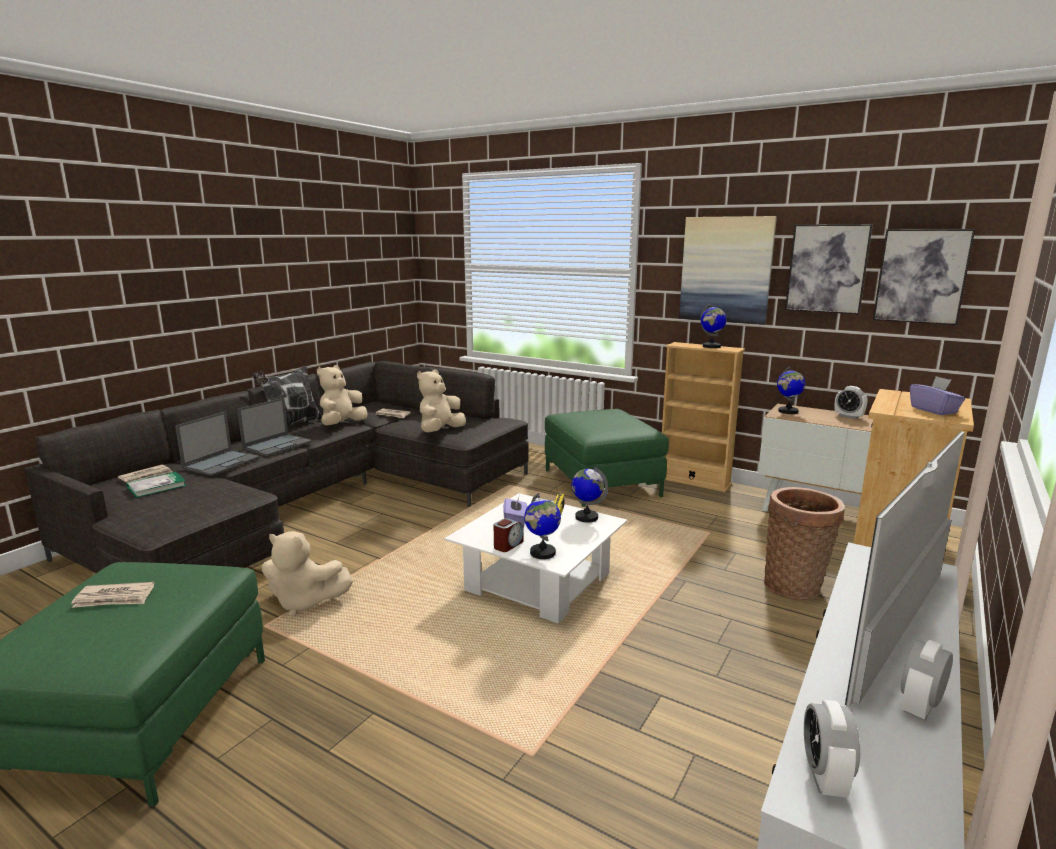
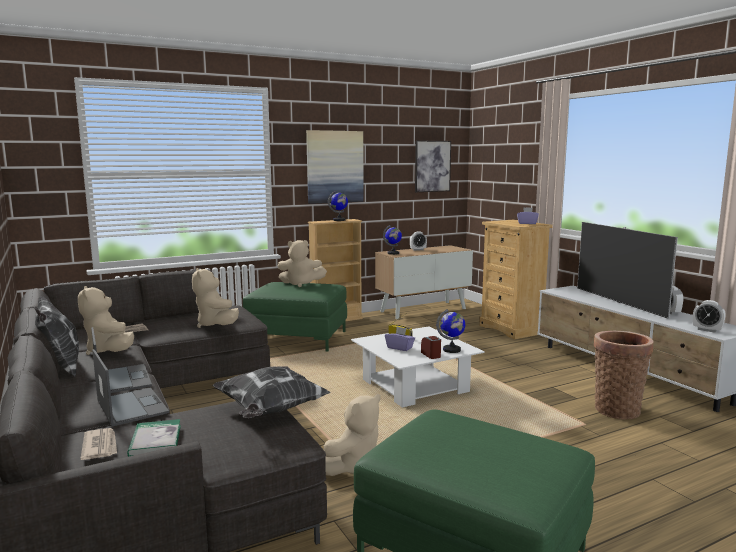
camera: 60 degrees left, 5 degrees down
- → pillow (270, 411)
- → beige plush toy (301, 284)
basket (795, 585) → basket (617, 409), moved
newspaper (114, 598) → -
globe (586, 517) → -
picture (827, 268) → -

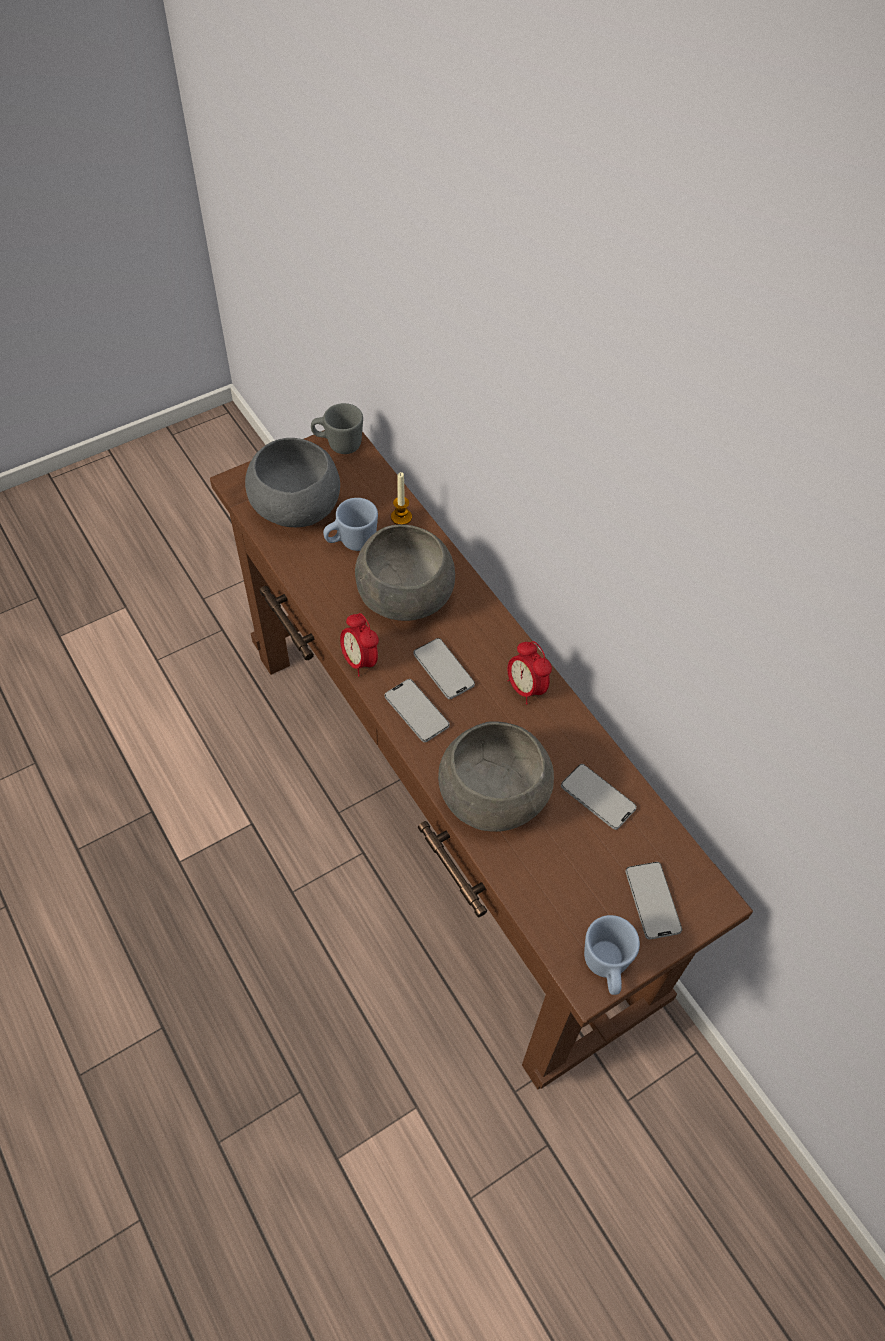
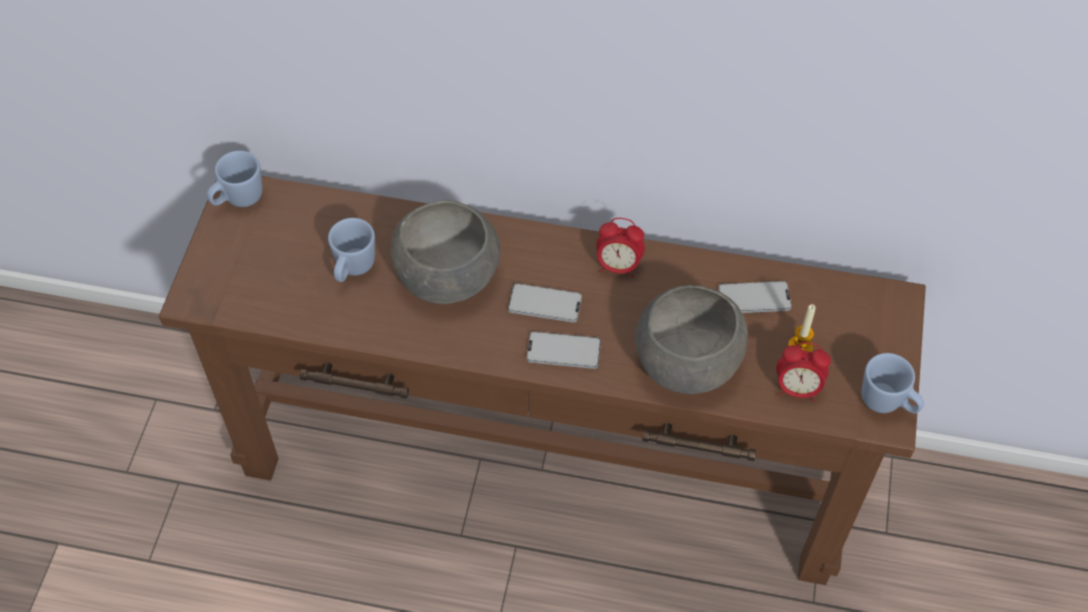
camera: 45 degrees left, 0 degrees up
grey mug (338, 444) → blue mug (238, 199)
alarm clock (360, 661) → alarm clock (797, 389), moved
candle (401, 517) → candle (800, 346), moved
grey bowl (297, 506) → -
phone (652, 901) → -

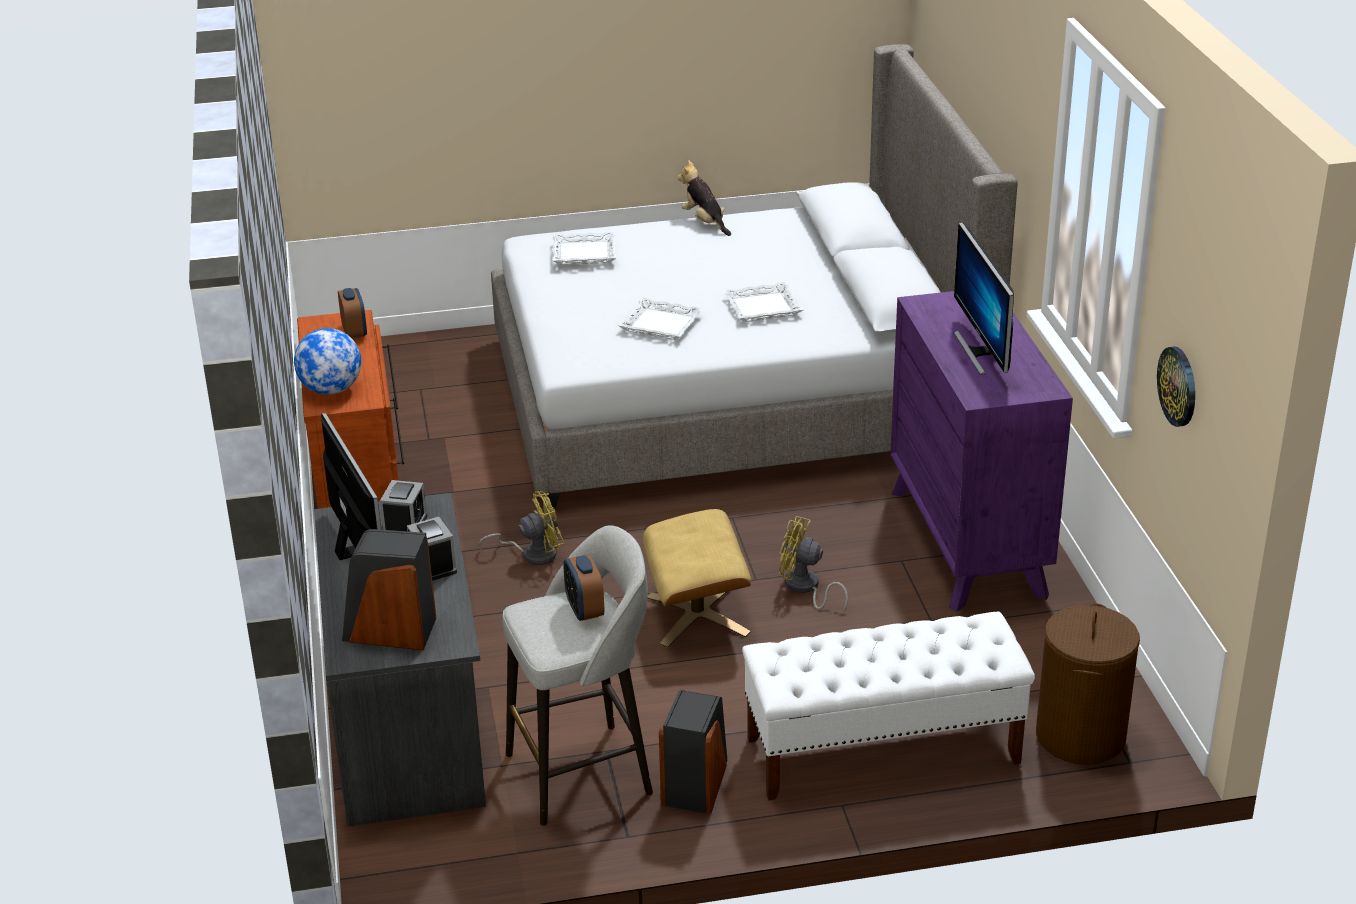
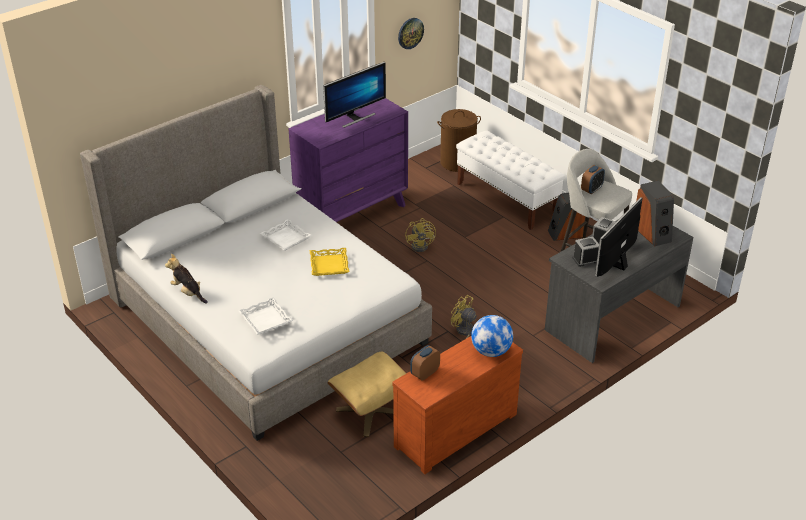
camera: 120 degrees left, 5 degrees up
plush toy (705, 222) → plush toy (188, 292), 105 degrees clockwise
white tray (660, 325) → yellow tray (329, 265)
beige ottoman (698, 615) → beige ottoman (369, 411), moved

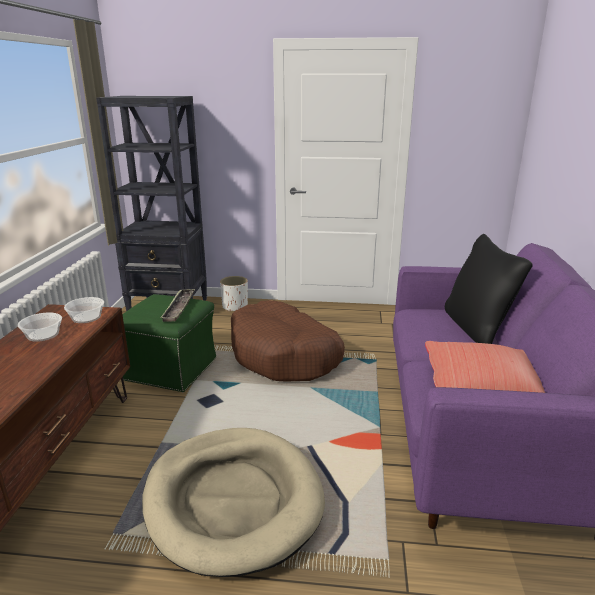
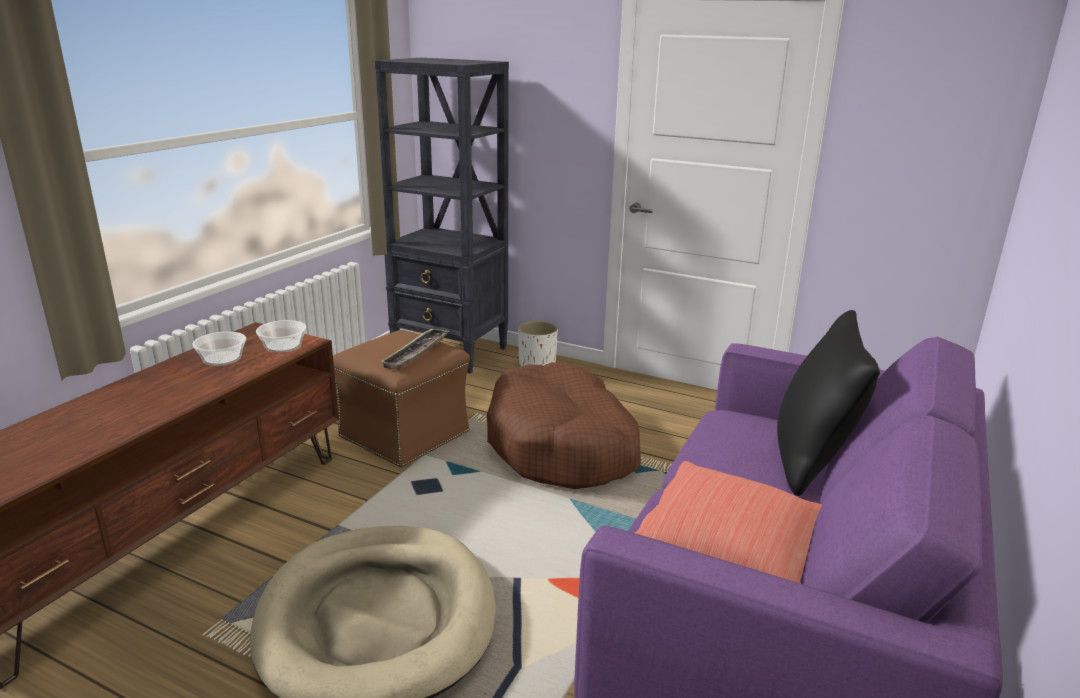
camera: 20 degrees right, 0 degrees up
green ottoman (172, 369) → brown ottoman (405, 435)

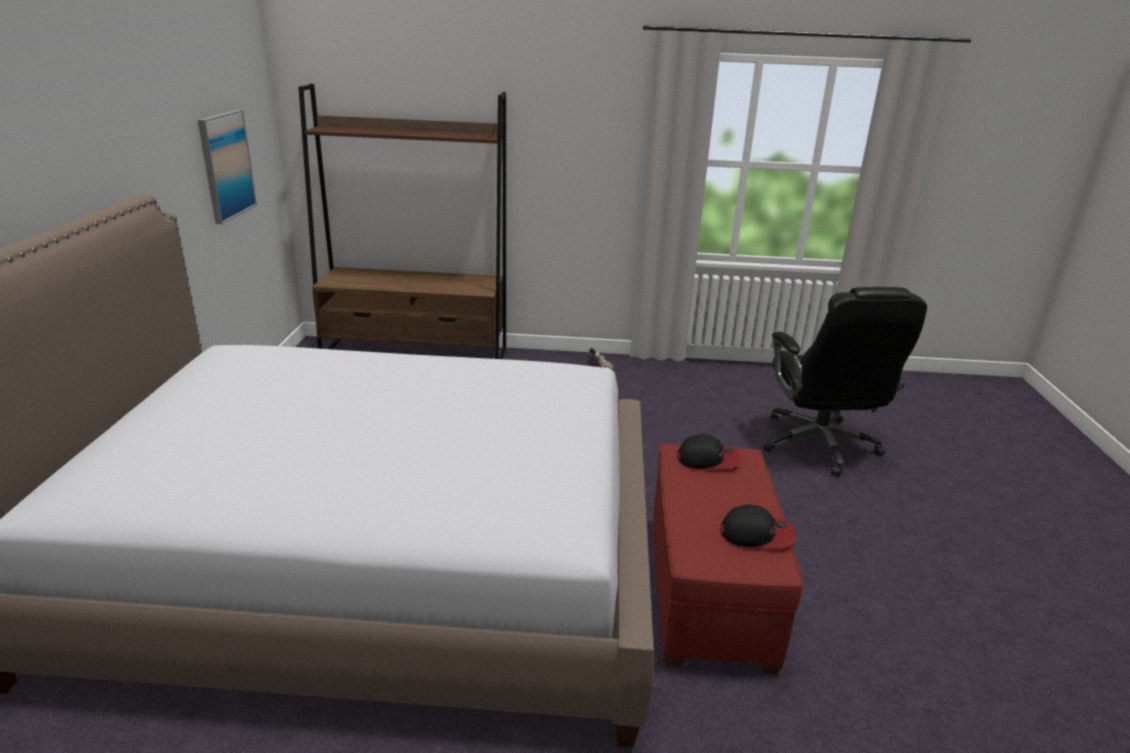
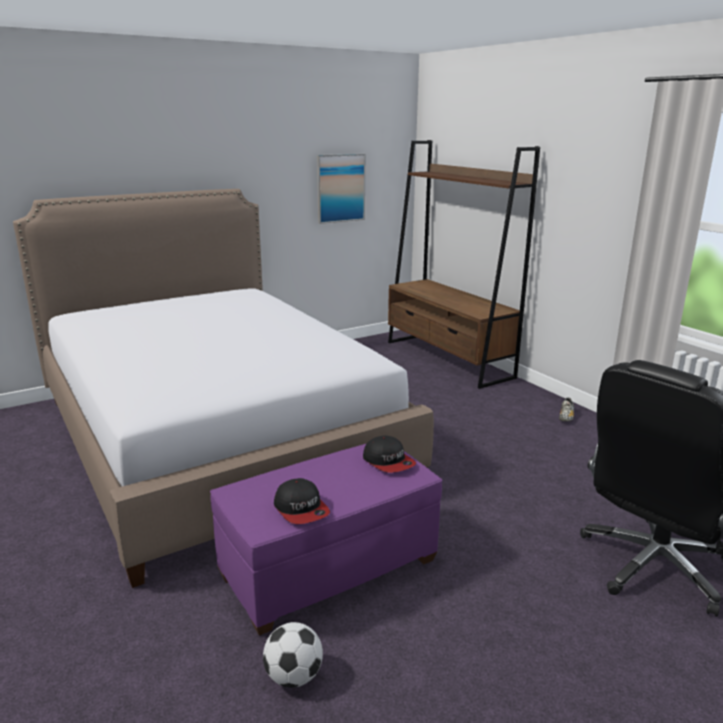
camera: 55 degrees right, 5 degrees down
red ottoman (708, 589) → purple ottoman (329, 568)
- → football (293, 677)

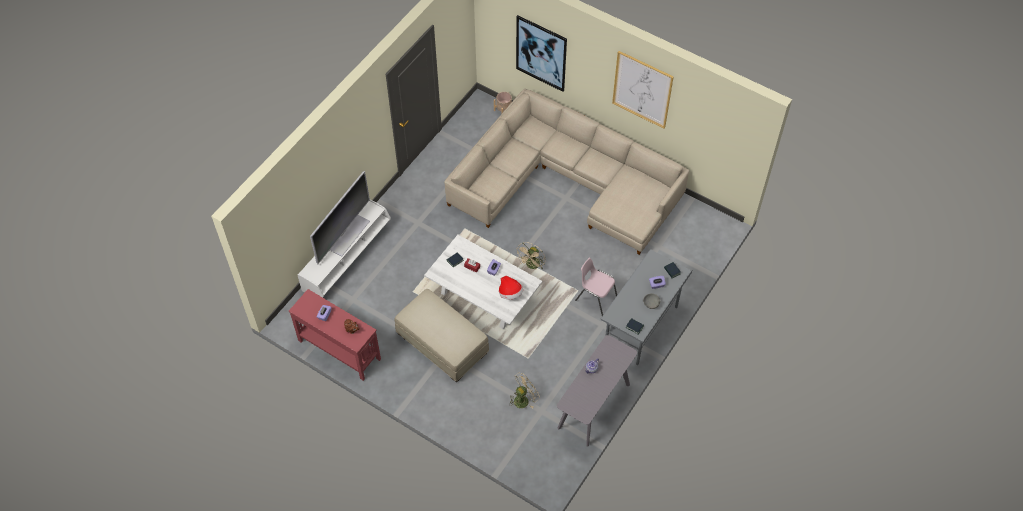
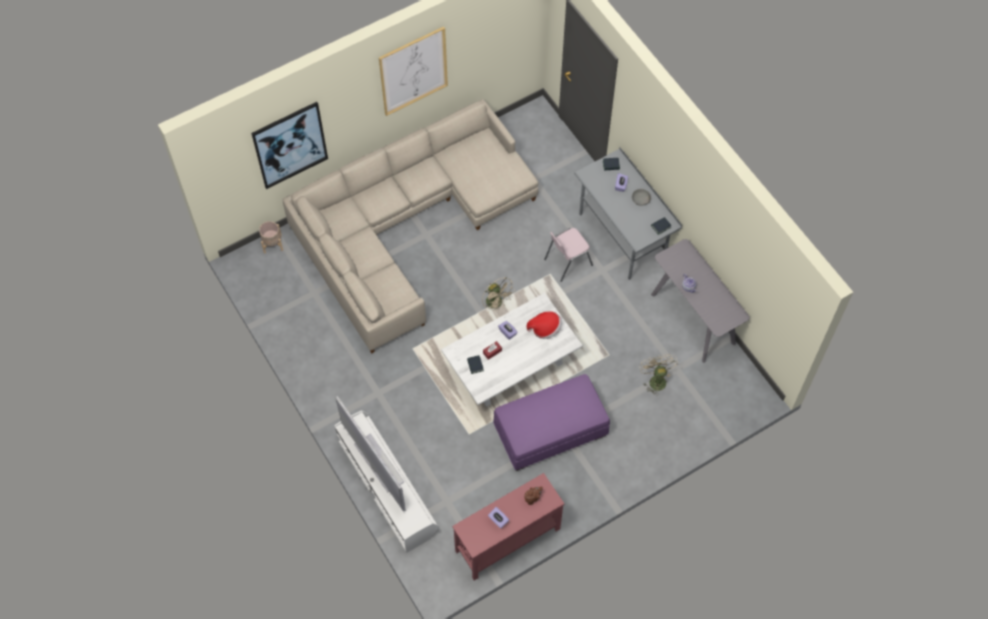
camera: 65 degrees left, 5 degrees up
beige ottoman (442, 343) → purple ottoman (550, 430)

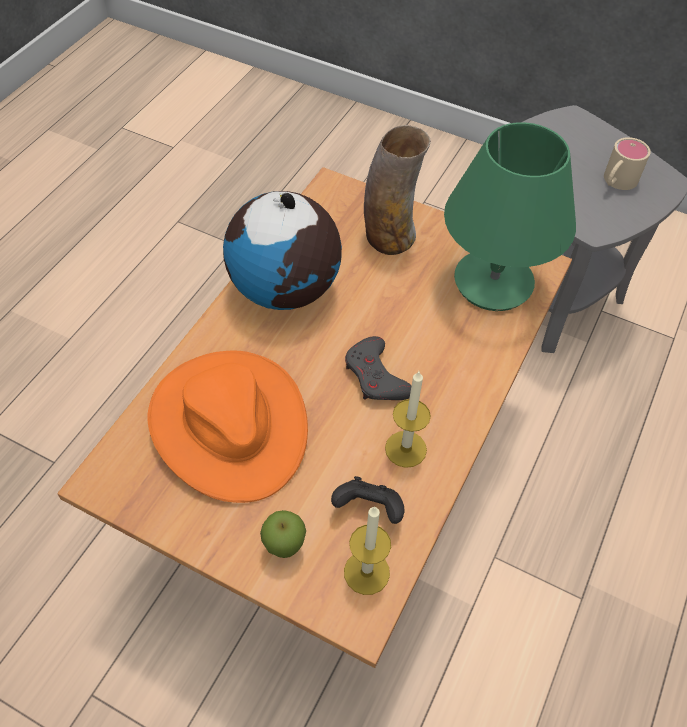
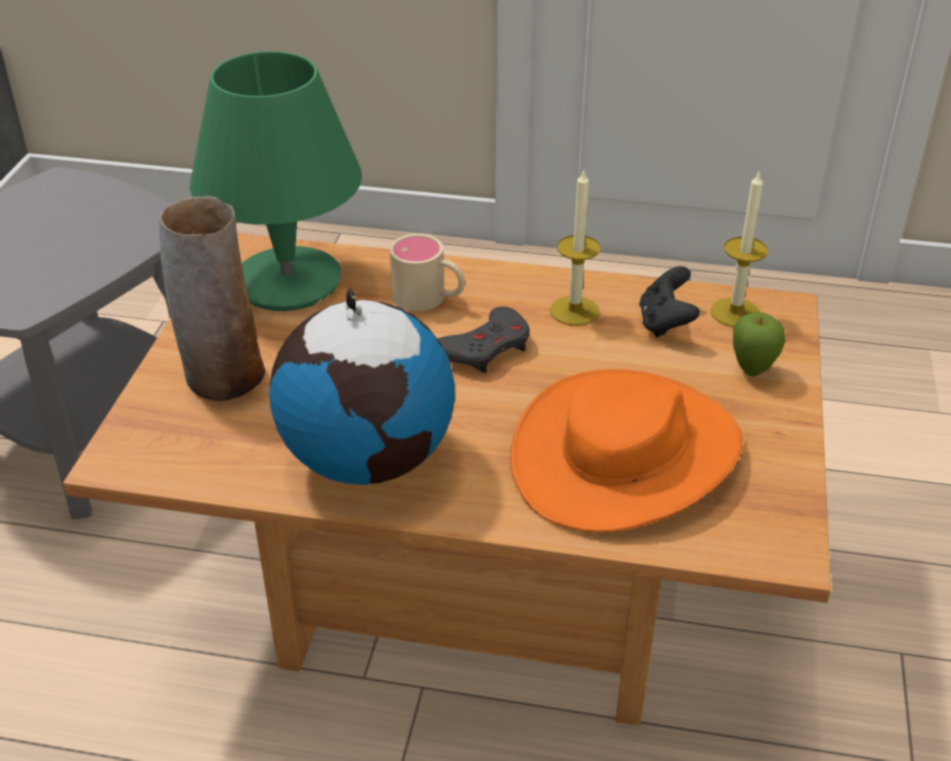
camera: 105 degrees left, 15 degrees down
beige mug (616, 182) → beige mug (429, 299), moved

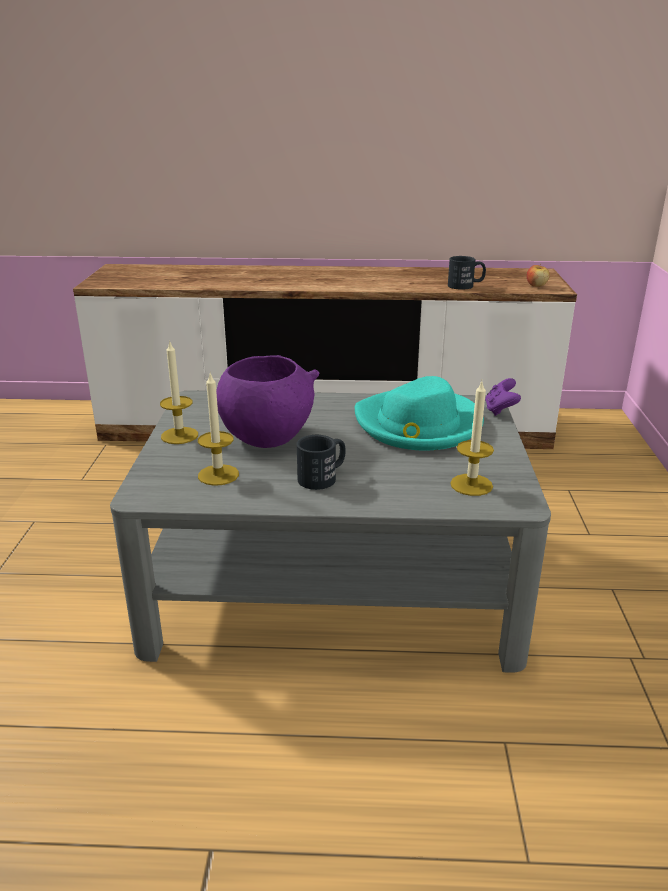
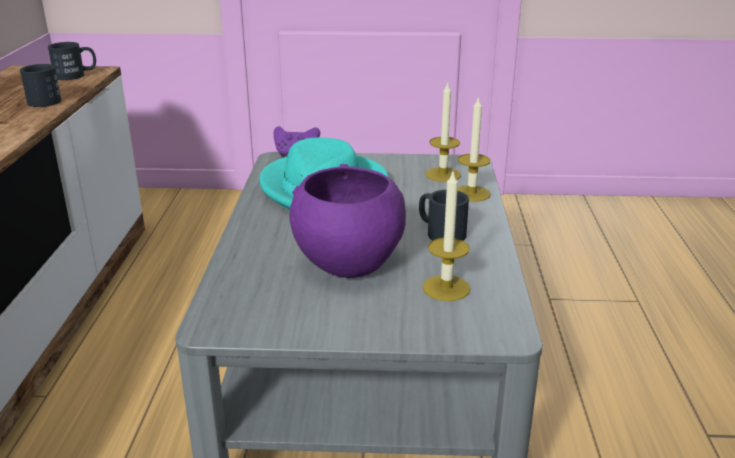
camera: 90 degrees left, 0 degrees up
apple (536, 285) → black mug (76, 75)
candle (179, 435) → candle (471, 193), moved

